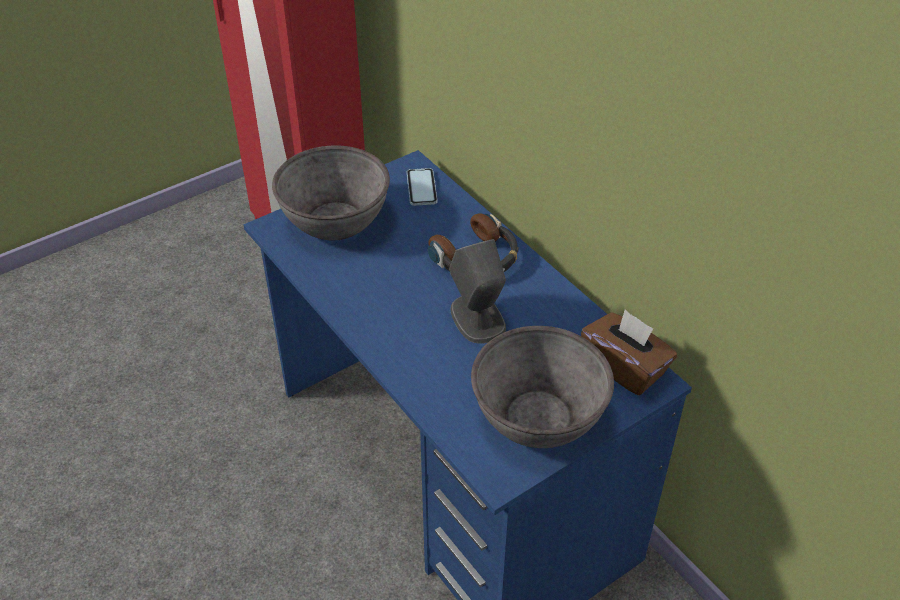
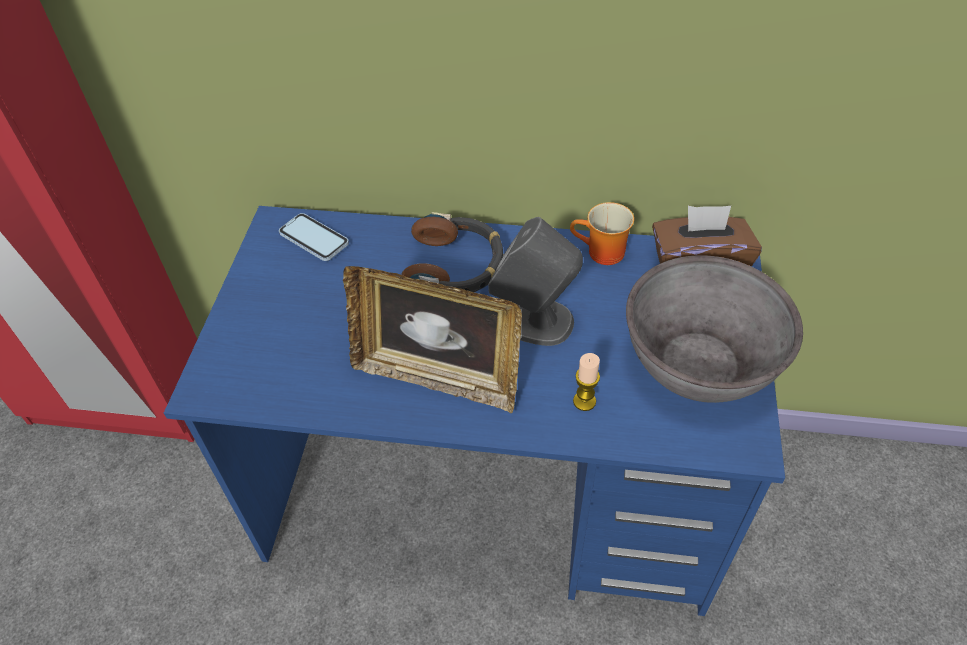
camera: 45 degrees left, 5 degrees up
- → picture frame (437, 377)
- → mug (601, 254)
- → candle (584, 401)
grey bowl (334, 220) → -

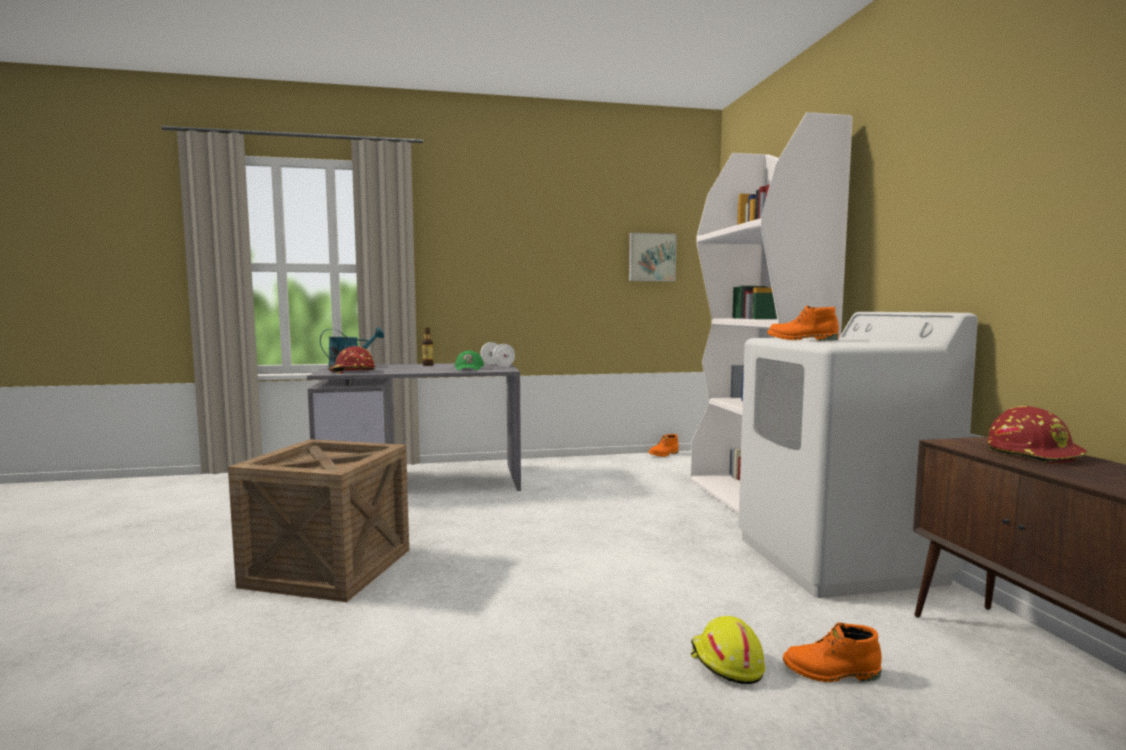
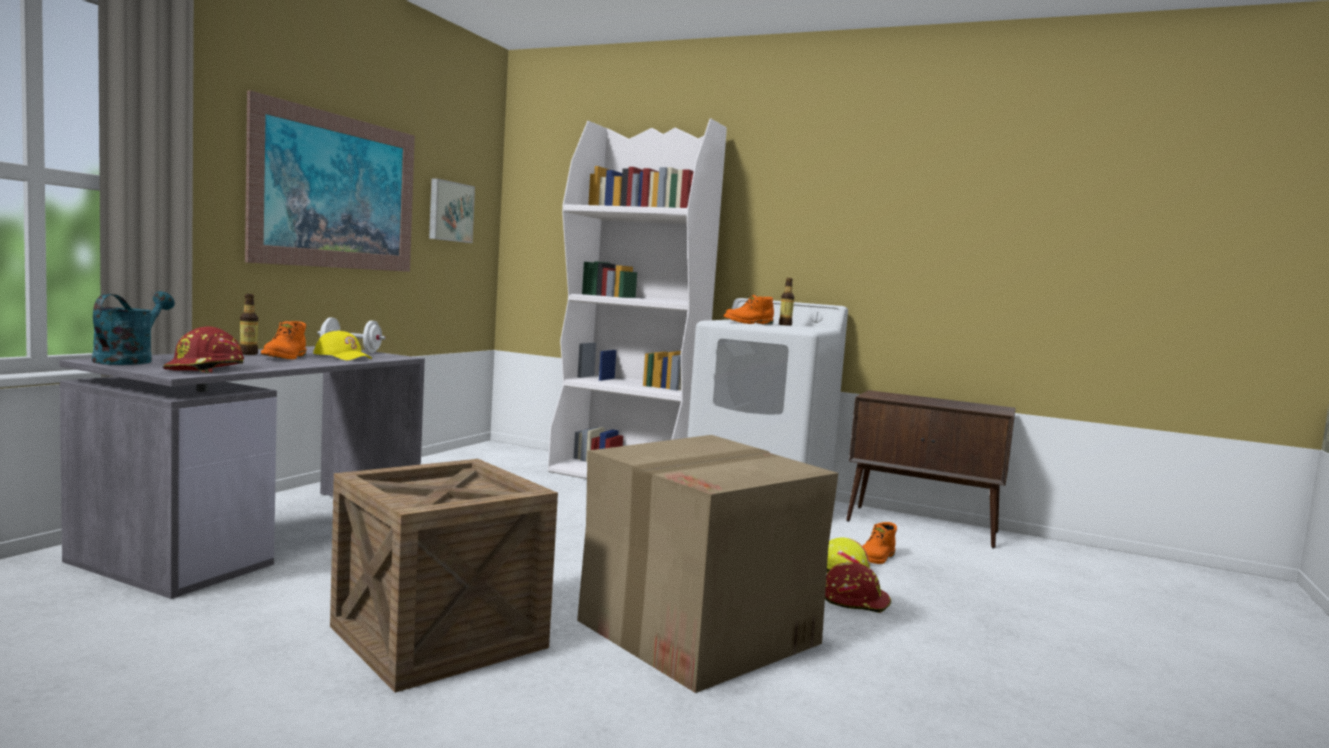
camera: 55 degrees left, 0 degrees up
- → picture (337, 192)
orange boot (664, 454) → orange boot (285, 357), moved
green cap (469, 368) → yellow cap (343, 357)
- → cardboard box (700, 631)
- → bottle (785, 325)
red hard hat (1034, 453) → red hard hat (855, 600), moved

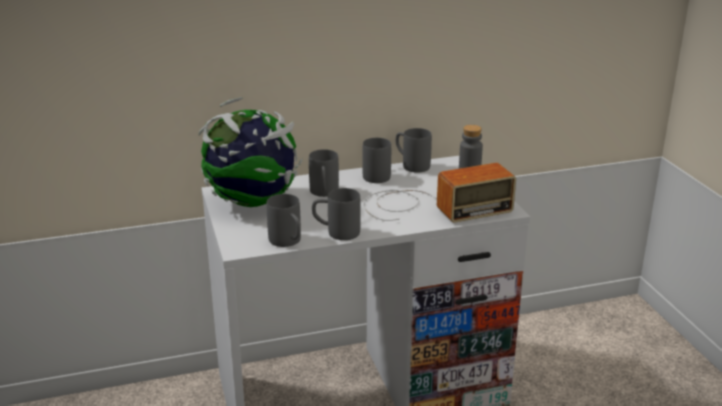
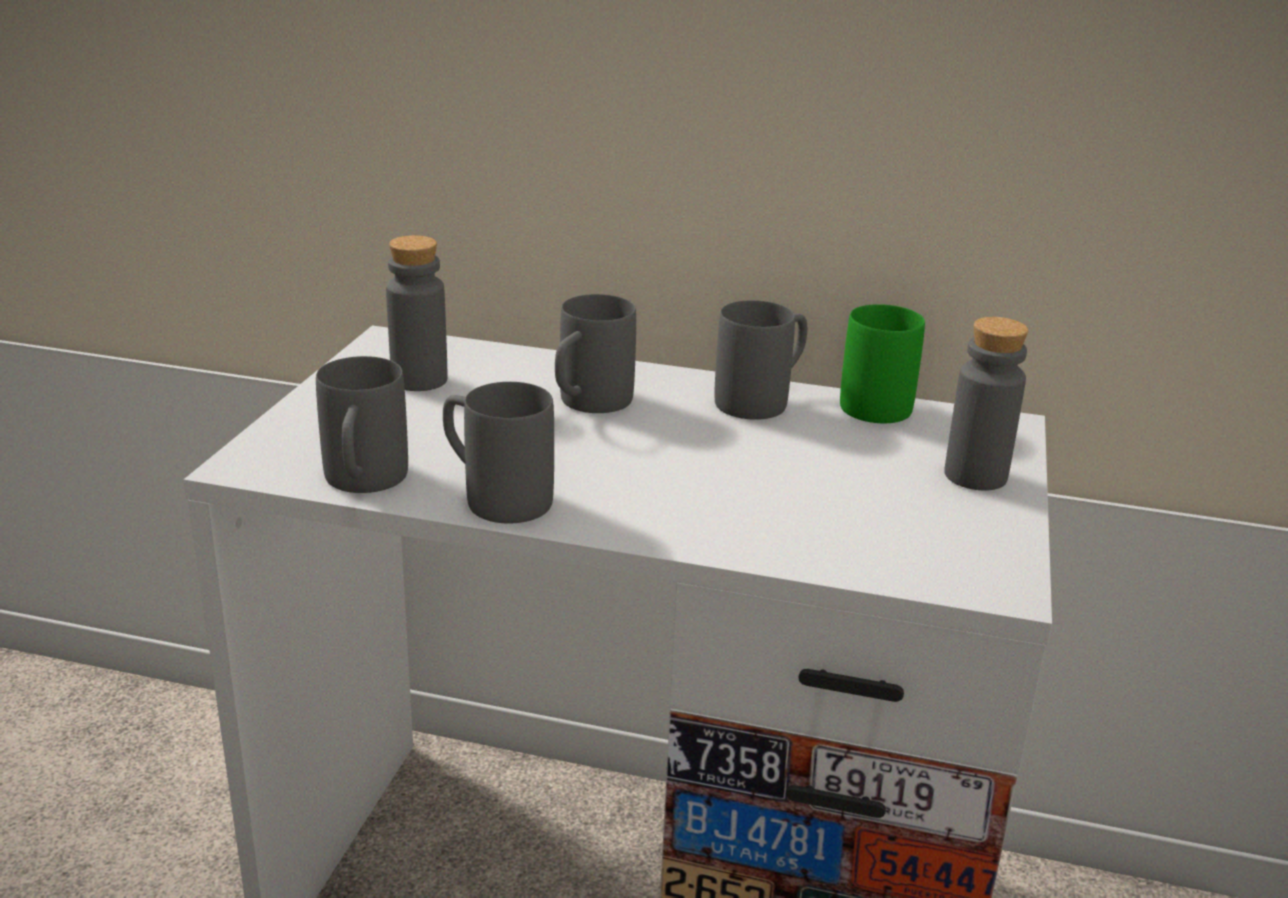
camera: 30 degrees right, 0 degrees up
globe (253, 202) → grey bottle (419, 380)
grey mug (411, 165) → green mug (867, 401)
radio (430, 206) → -

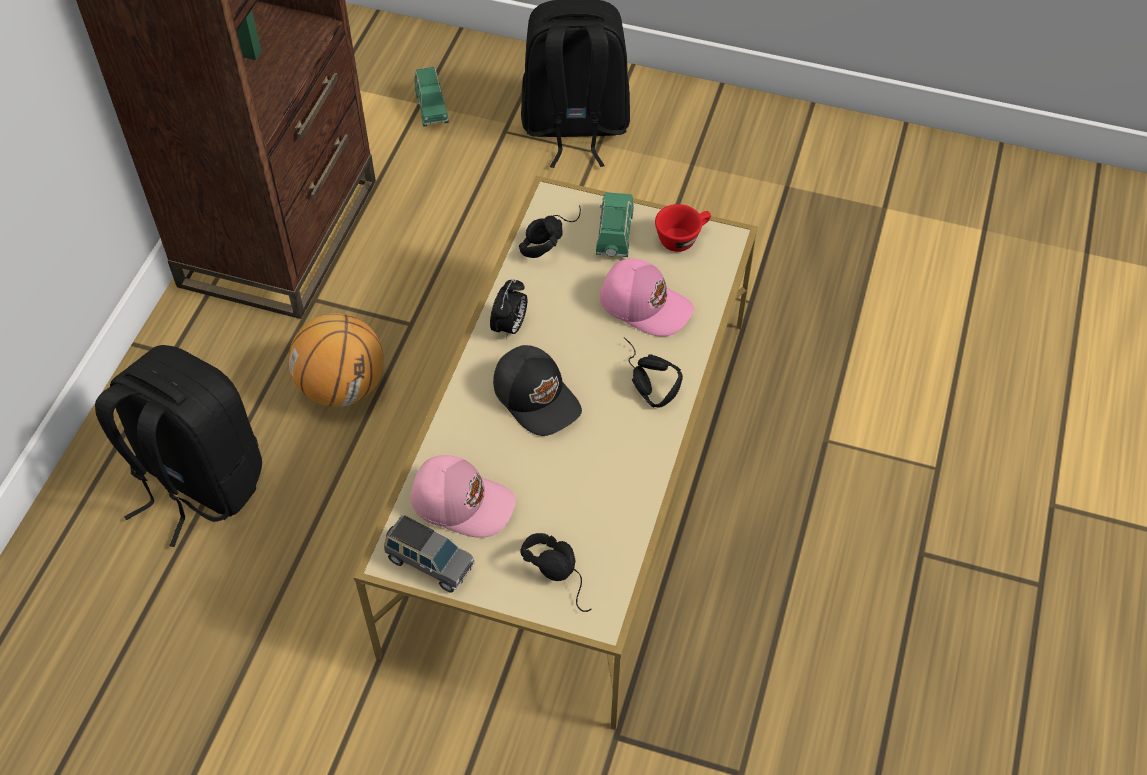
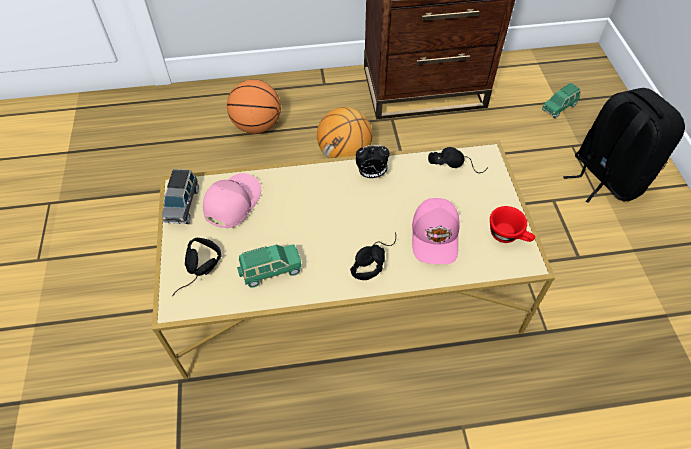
camera: 65 degrees right, 0 degrees up
pink cap (462, 501) → pink cap (231, 203), 150 degrees counterclockwise
black backpack (197, 482) → basketball (257, 126)
green toy car (614, 235) → green toy car (270, 271), moved
black cap (537, 397) → -

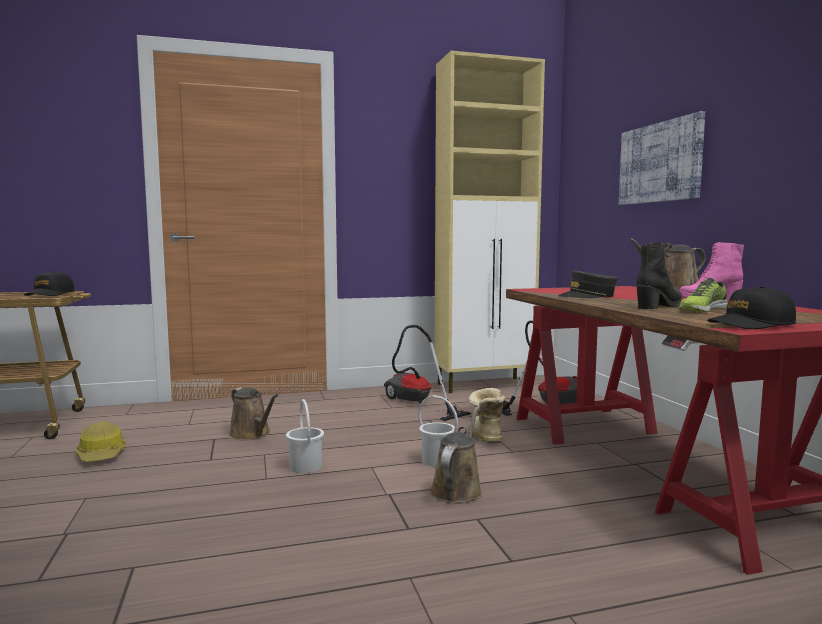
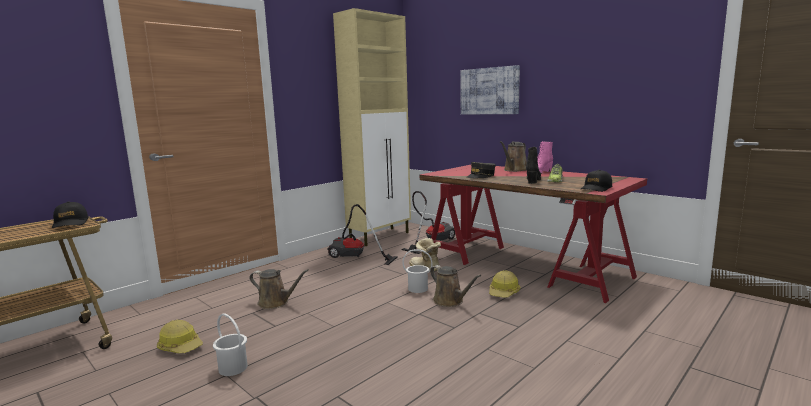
camera: 30 degrees left, 5 degrees up
white bucket (306, 466) → white bucket (233, 368), moved
brown watering can (457, 489) → brown watering can (450, 301), 150 degrees clockwise
- → hard hat (504, 292)

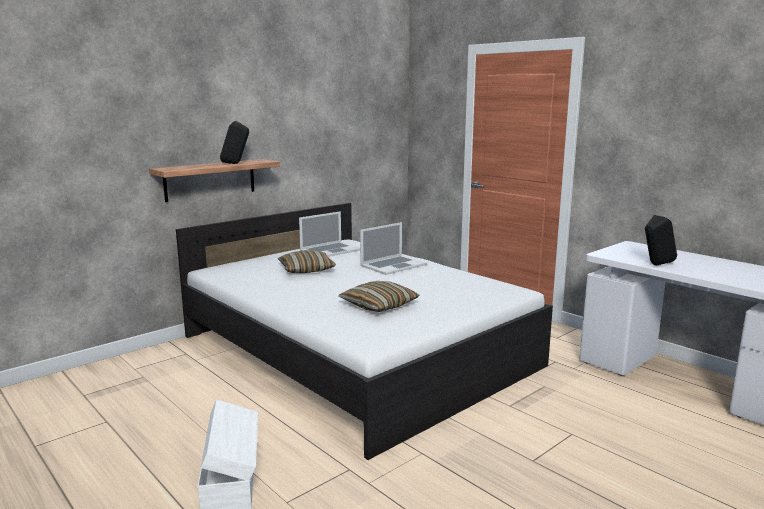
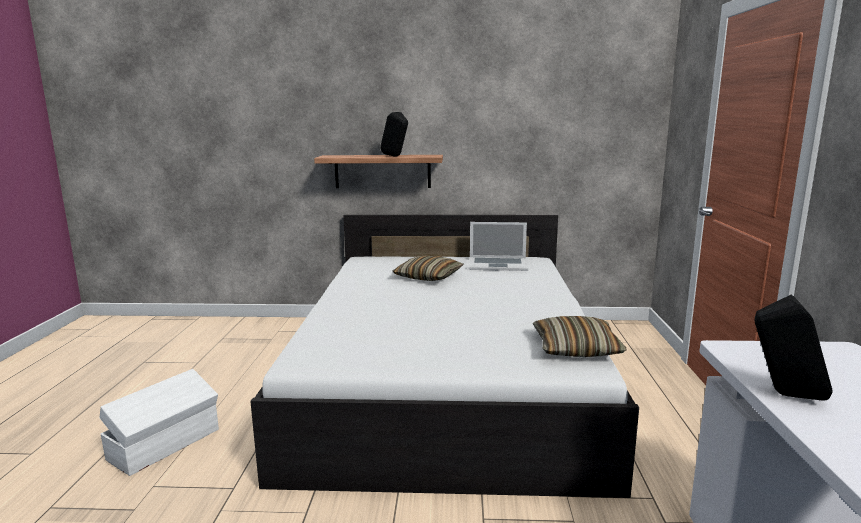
camera: 45 degrees right, 0 degrees up
pillow (379, 305) → pillow (576, 348), moved
laptop (393, 265) → -

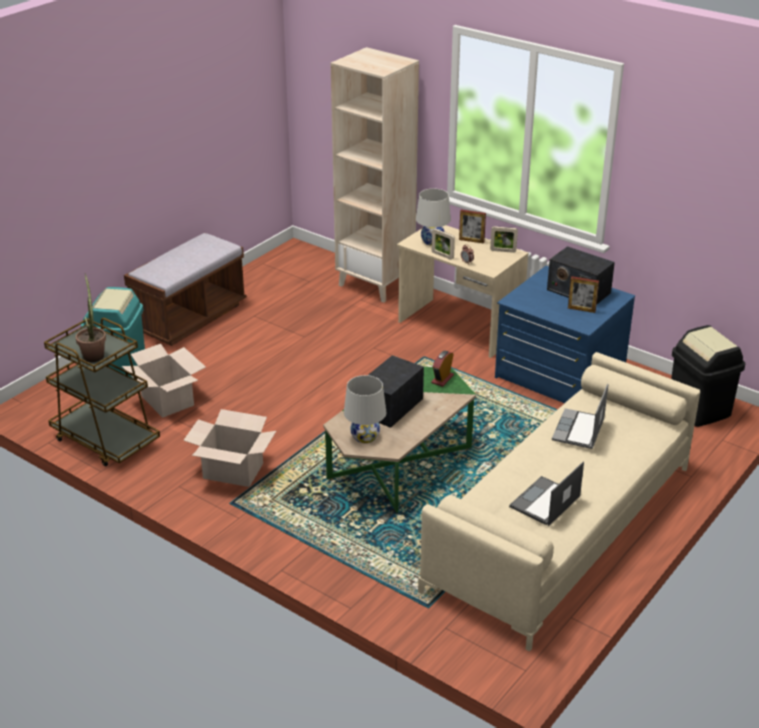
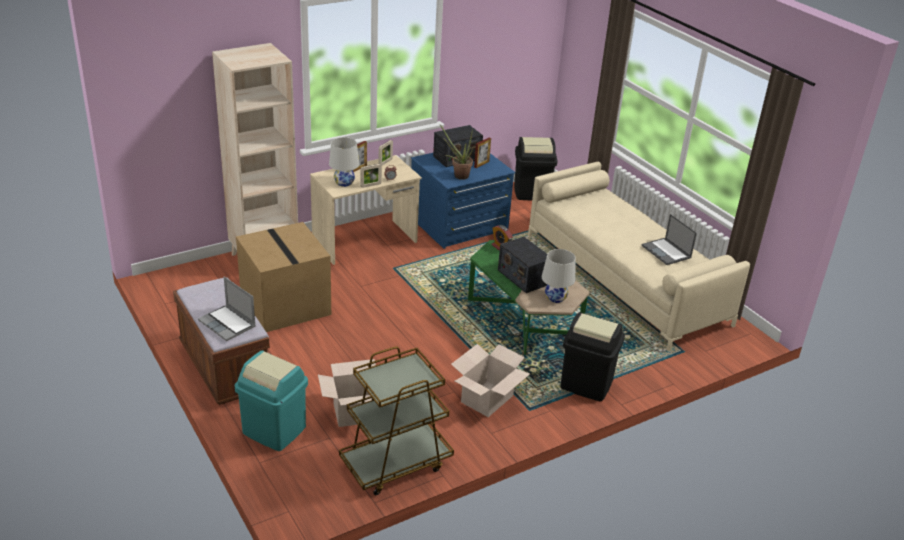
camera: 70 degrees left, 0 degrees up
laptop (579, 431) → laptop (228, 324), moved
- → cardboard box (284, 304)
potted plant (94, 354) → potted plant (458, 175), moved
- → black trash can (586, 384)

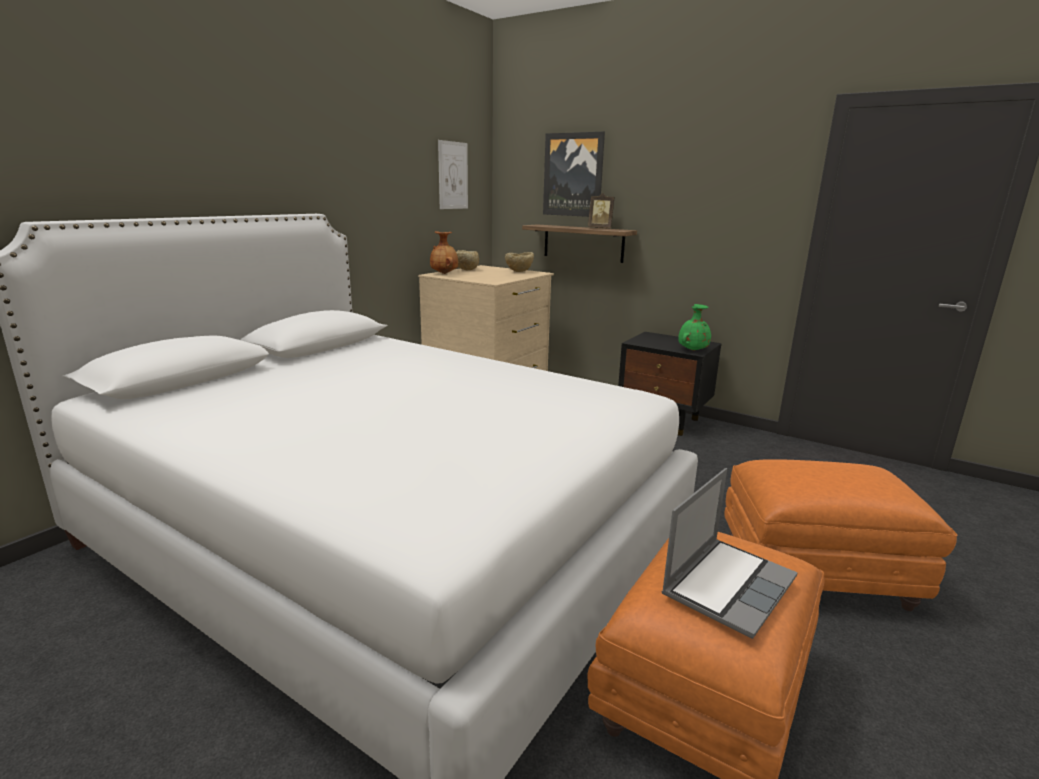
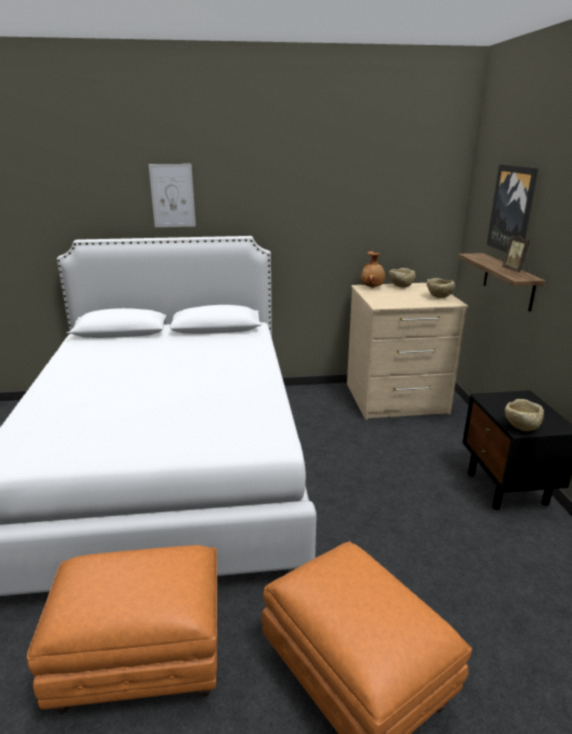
camera: 50 degrees right, 5 degrees up
picture (453, 175) → picture (172, 196), moved
green vase (692, 350) → beige bowl (521, 427)
laptop (728, 585) → -

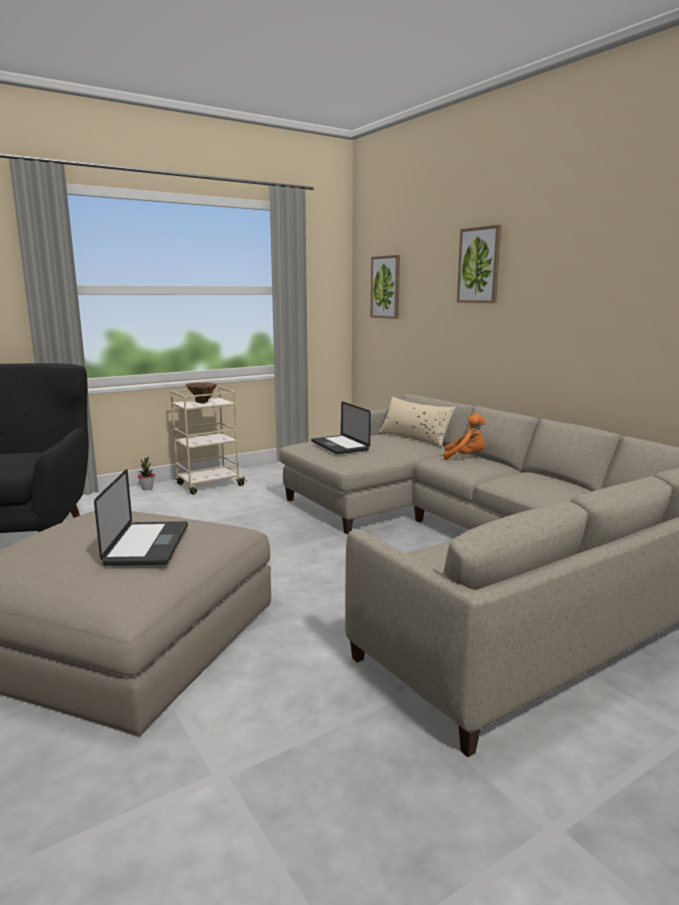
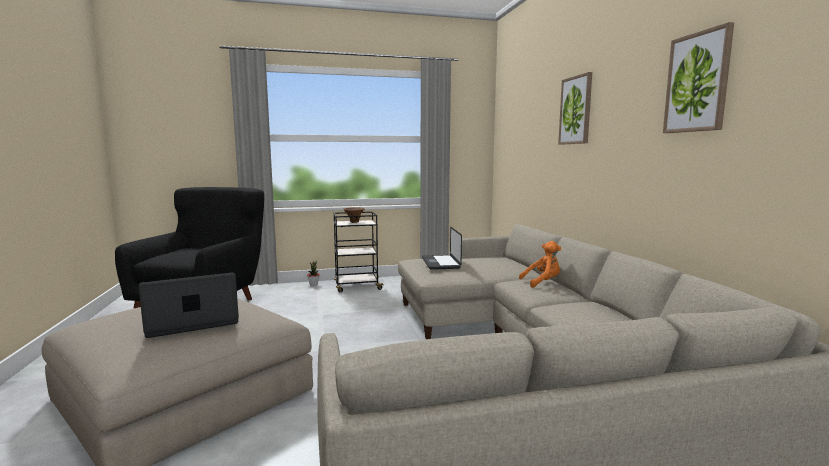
camera: 20 degrees right, 5 degrees down
laptop (147, 545) → laptop (193, 323), 135 degrees counterclockwise
beige cart (209, 485) → black cart (357, 286)
orange plush toy (466, 457) → orange plush toy (542, 282), 45 degrees counterclockwise
picture (386, 287) → picture (697, 82), moved
beige pillow (415, 438) → -

